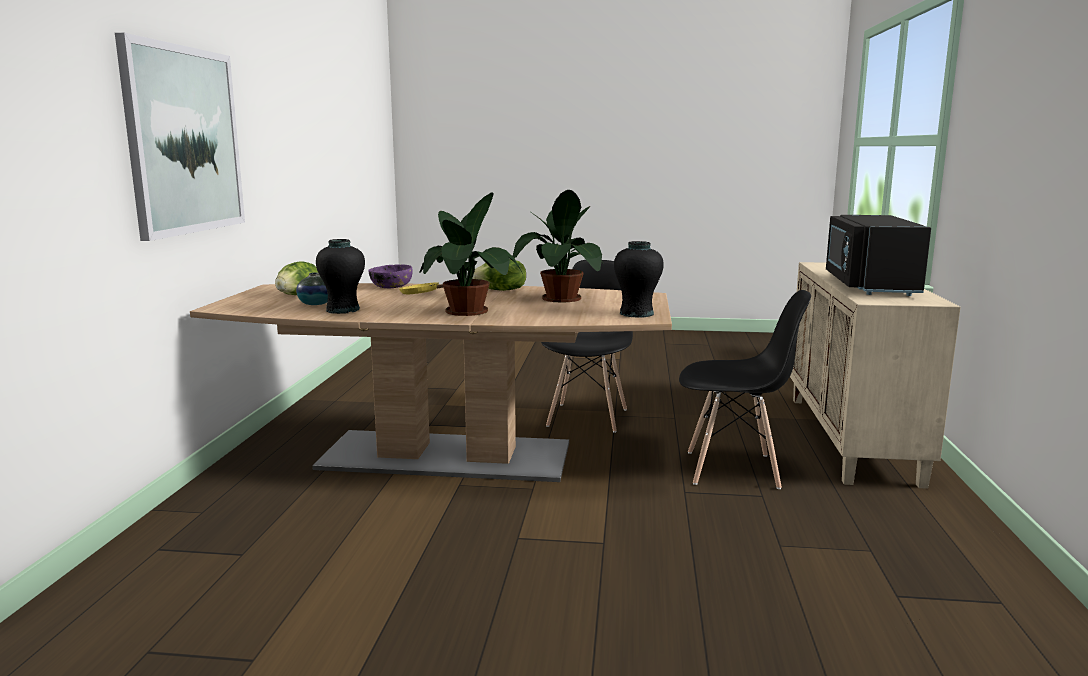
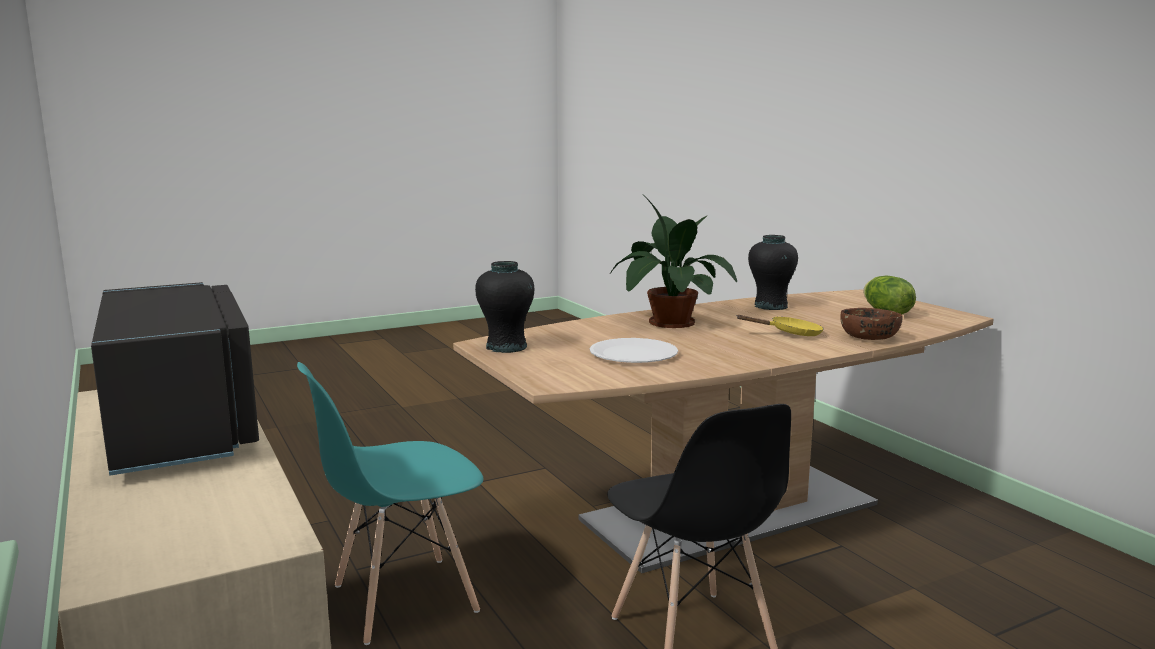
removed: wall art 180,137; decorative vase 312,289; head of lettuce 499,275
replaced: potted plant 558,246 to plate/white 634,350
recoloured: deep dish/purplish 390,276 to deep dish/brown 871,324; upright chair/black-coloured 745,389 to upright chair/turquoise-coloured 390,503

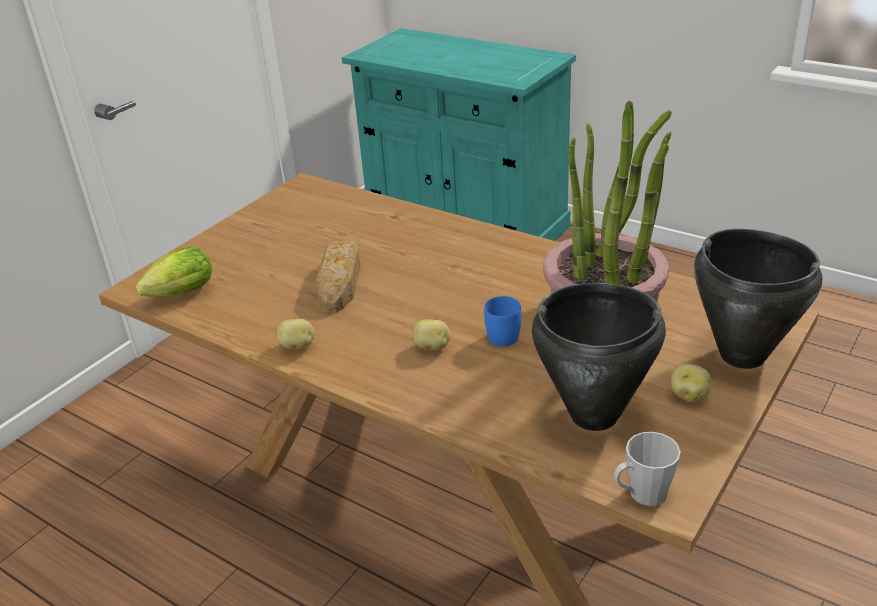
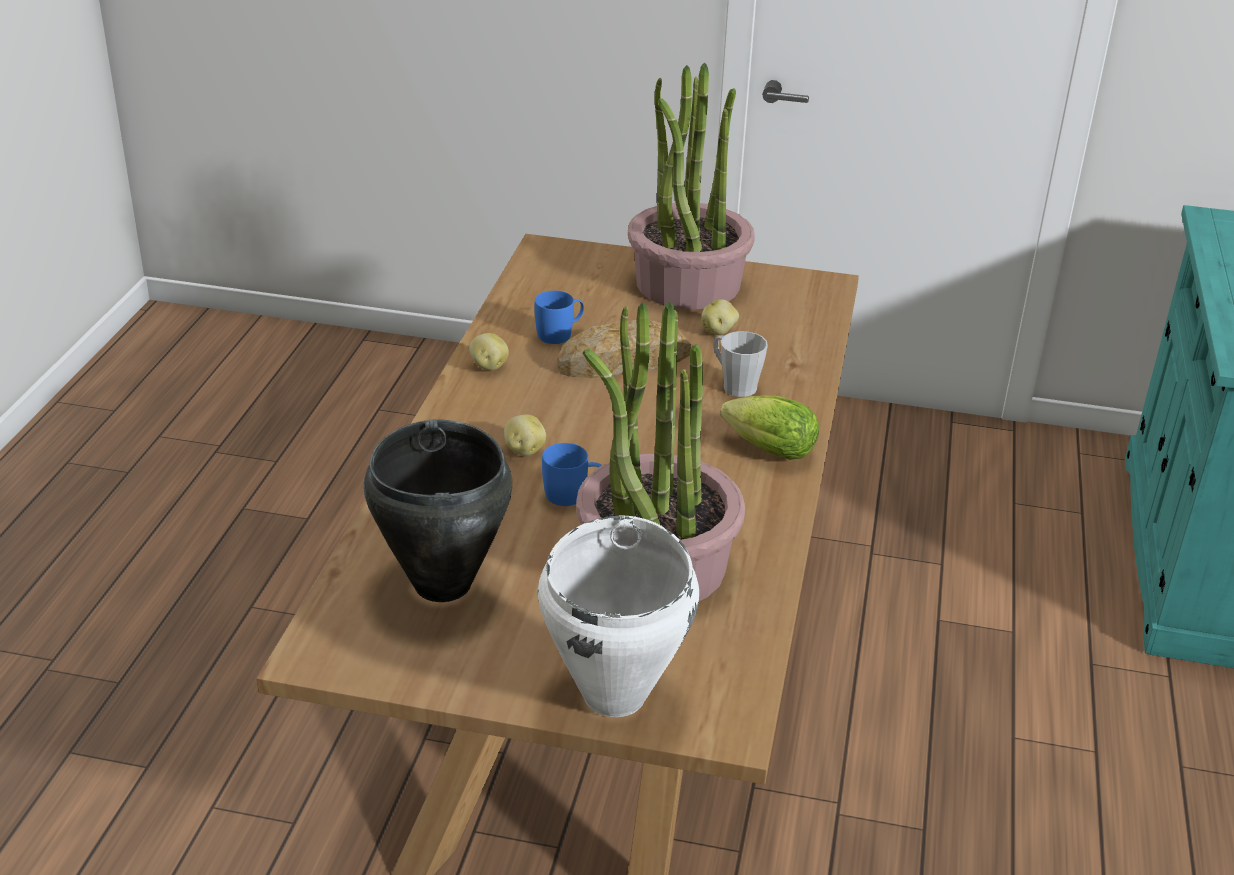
added: coffee mug/blue-coloured 559,317; potted plant 691,186
moved: head of lettuce 174,271 to 769,427; coffee mug/gray 647,469 to 740,364; potato 691,383 to 720,317
recoloured: saucepot/black-coloured 758,299 to saucepot/white 618,616

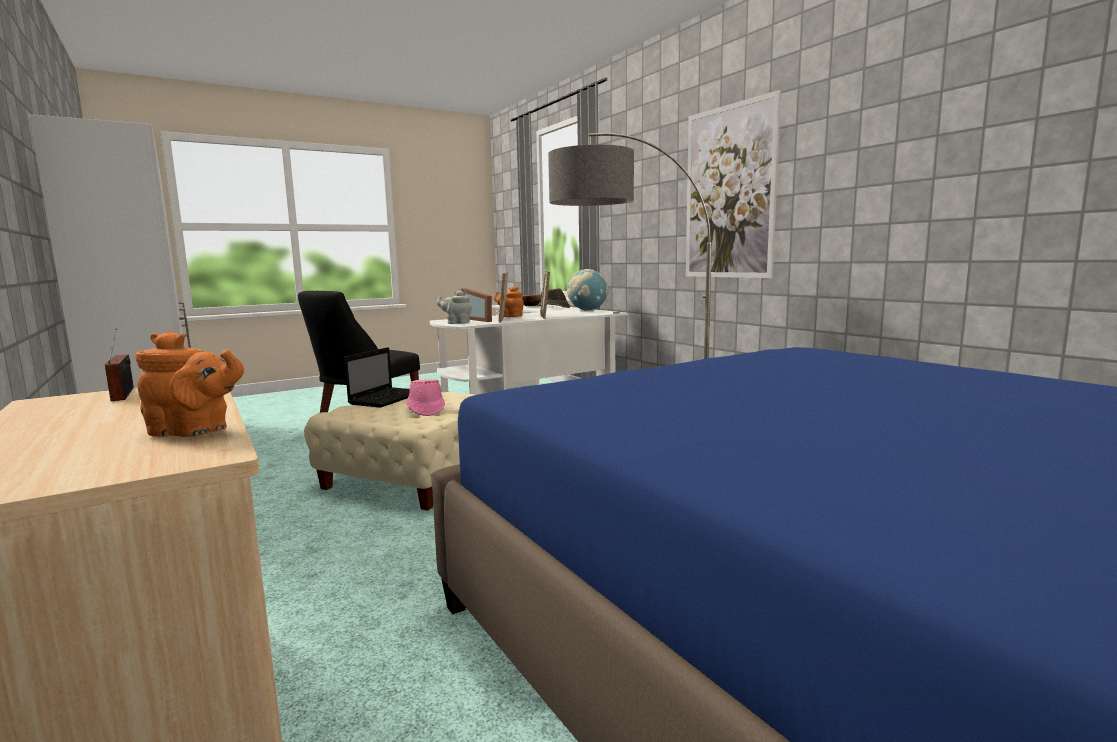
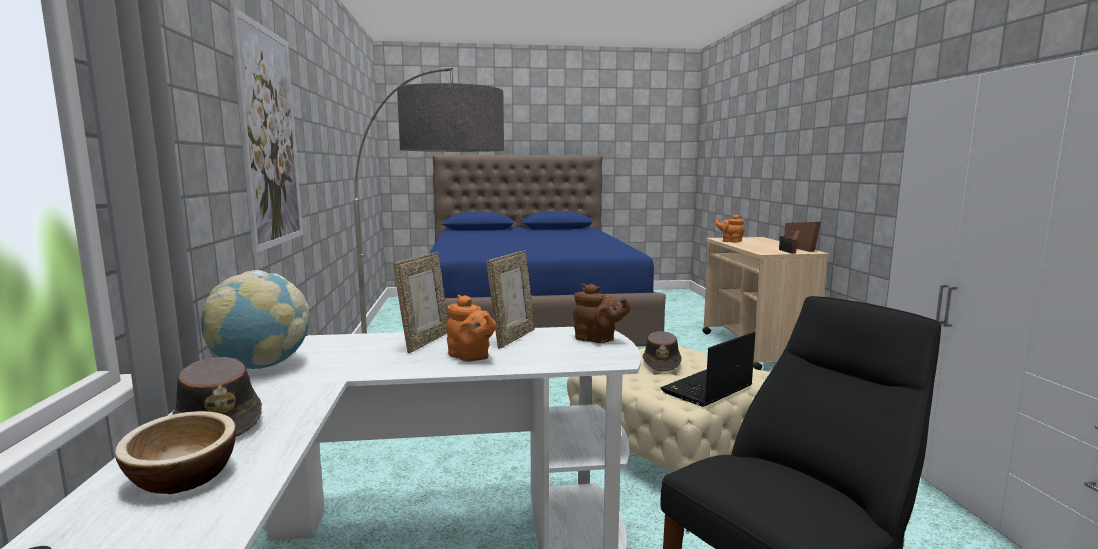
moved: standing frame 476,305 to 803,237
recoloured: wearable hat/pink-coloured 425,397 to wearable hat/brown 662,351; teapot/gray 454,307 to teapot/brown 602,313

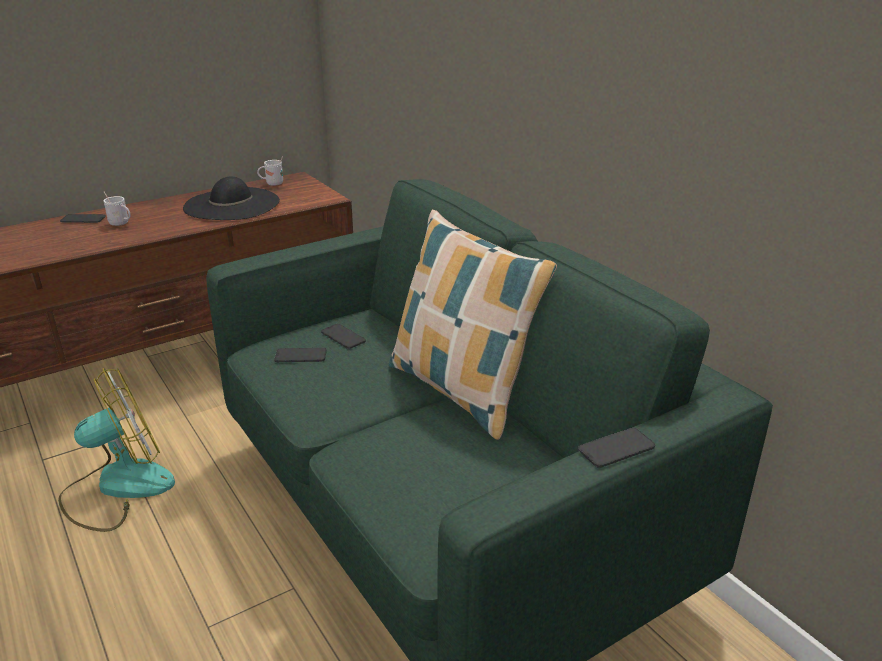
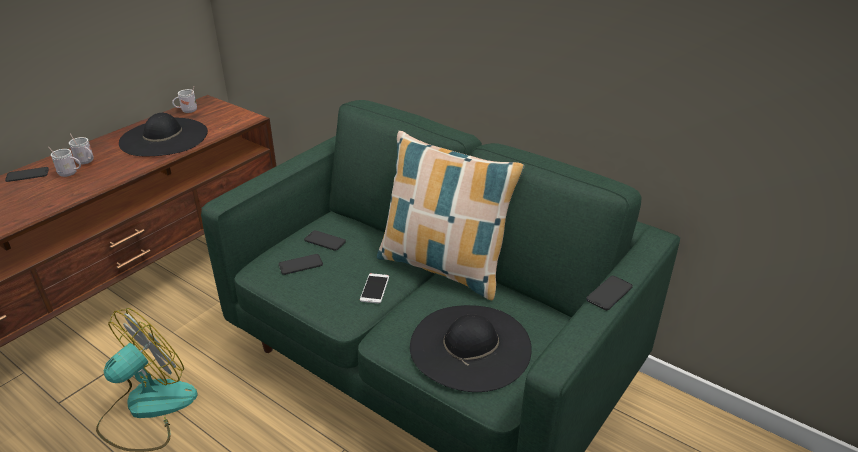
added: coffee mug/white 81,148; handset 374,288; wearable hat/black-coloured 471,348

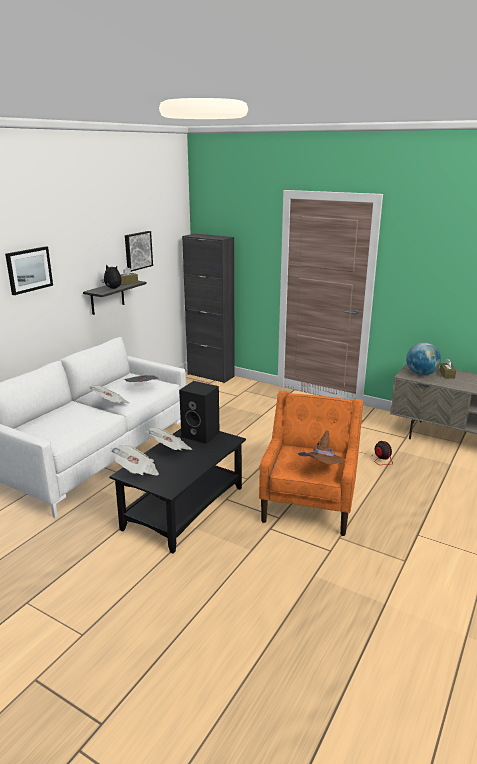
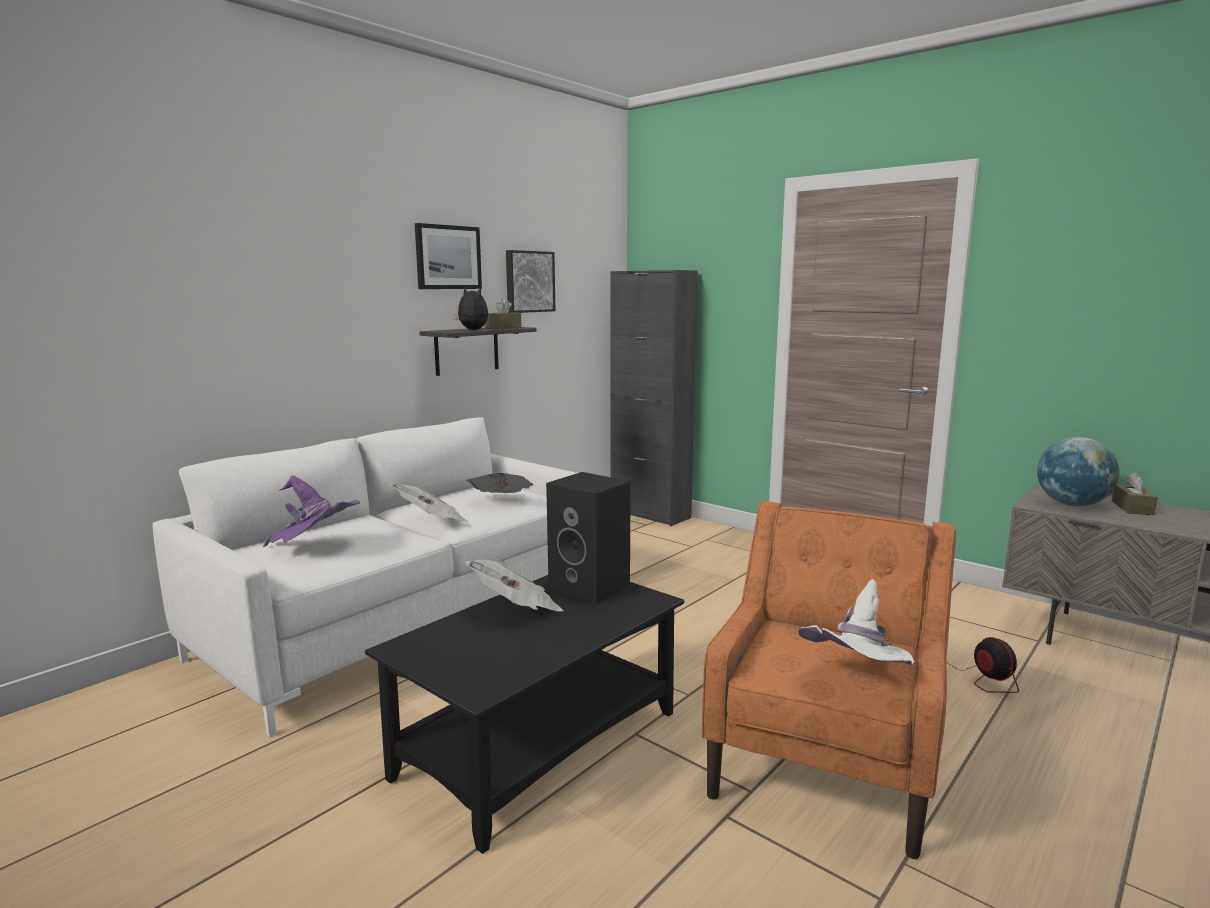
removed: newspaper 134,460
added: wearable hat/purplish 311,511
moved: wall art 29,270 to 448,256
recoloured: wearable hat/brown 320,447 to wearable hat/white 856,622

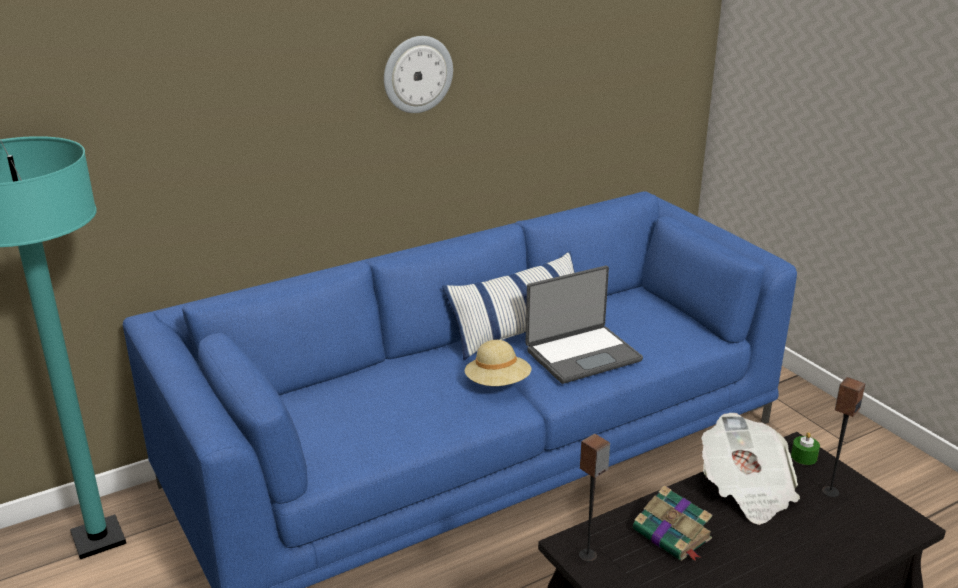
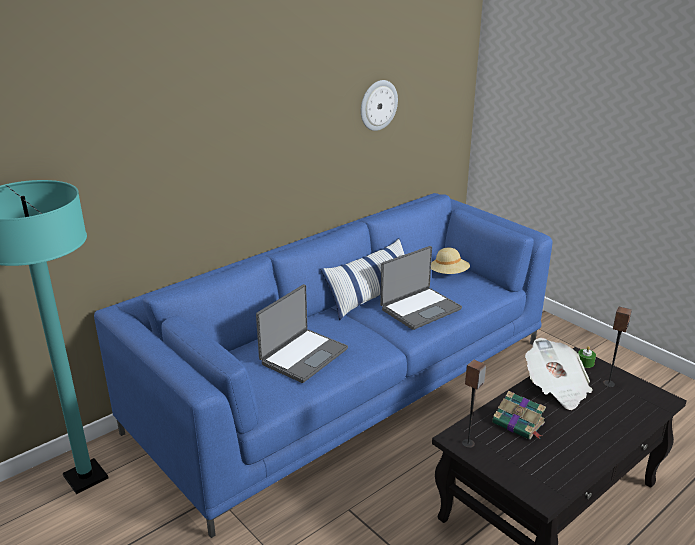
added: laptop 302,333
moved: wall clock 418,74 to 379,105; wearable hat/beige-coloured 498,363 to 450,260

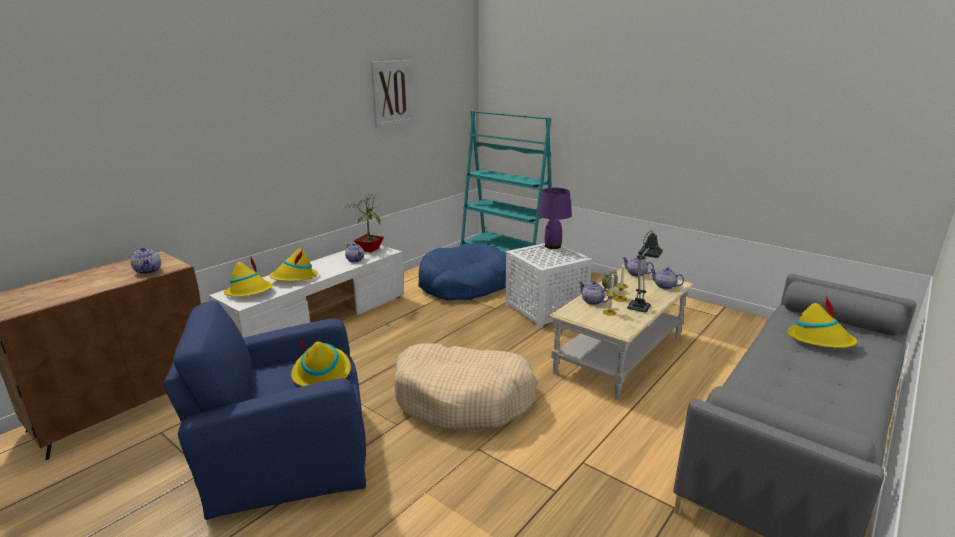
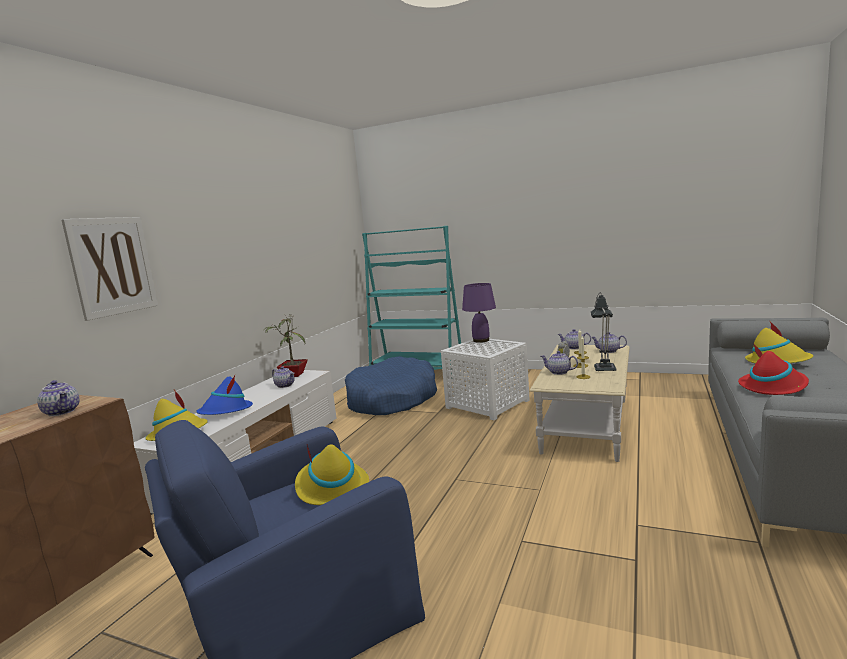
removed: dog bed/beige-coloured 465,386
added: wearable hat/reddish 773,369
moved: wall art 392,94 to 109,269
recoloured: wearable hat/yellowish 293,265 to wearable hat/blue-coloured 224,395

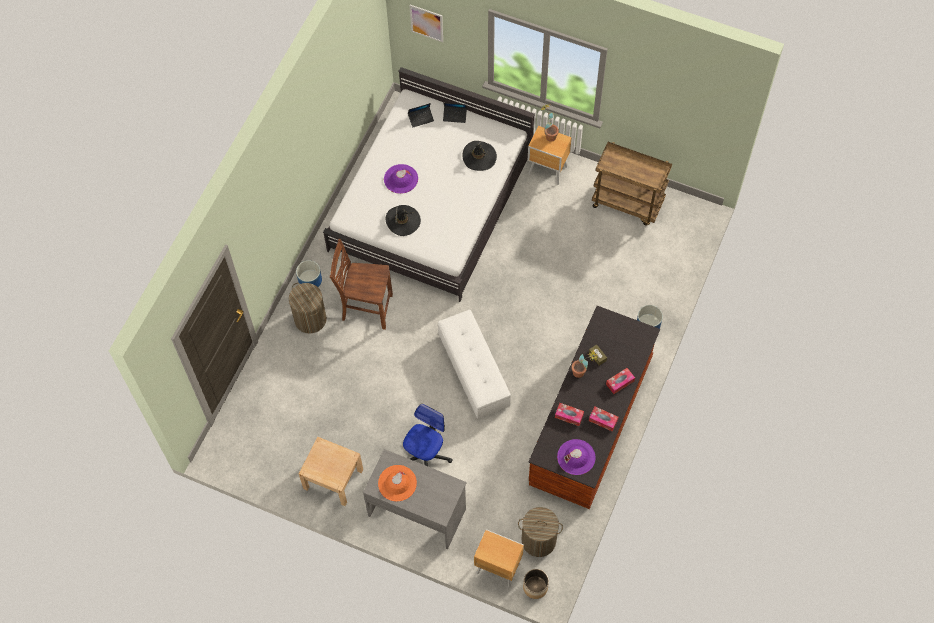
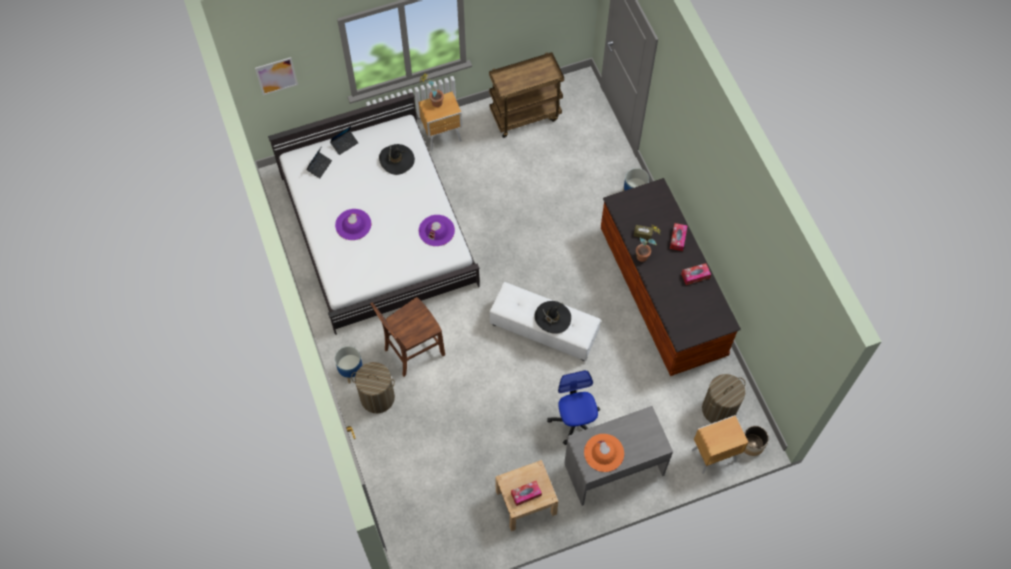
moved: wearable hat/black-coloured 403,220 to 552,317; tissue holder 569,414 to 526,493; wearable hat/purplish 576,457 to 437,230

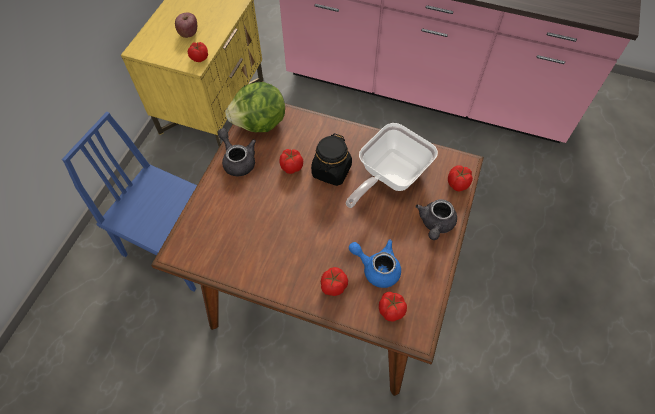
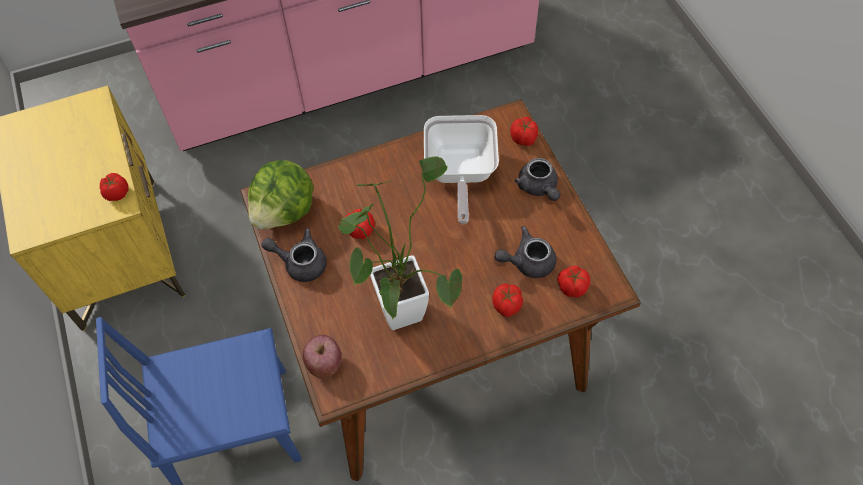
removed: jar/black-coloured 331,159
added: potted plant 400,243
moved: whole apple 186,25 to 322,356
recoloured: teapot/blue-coloured 375,263 to teapot/gray 525,252

